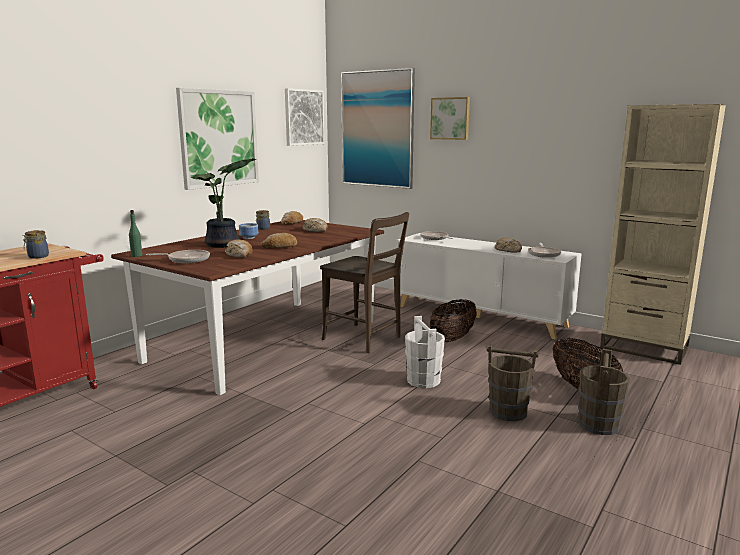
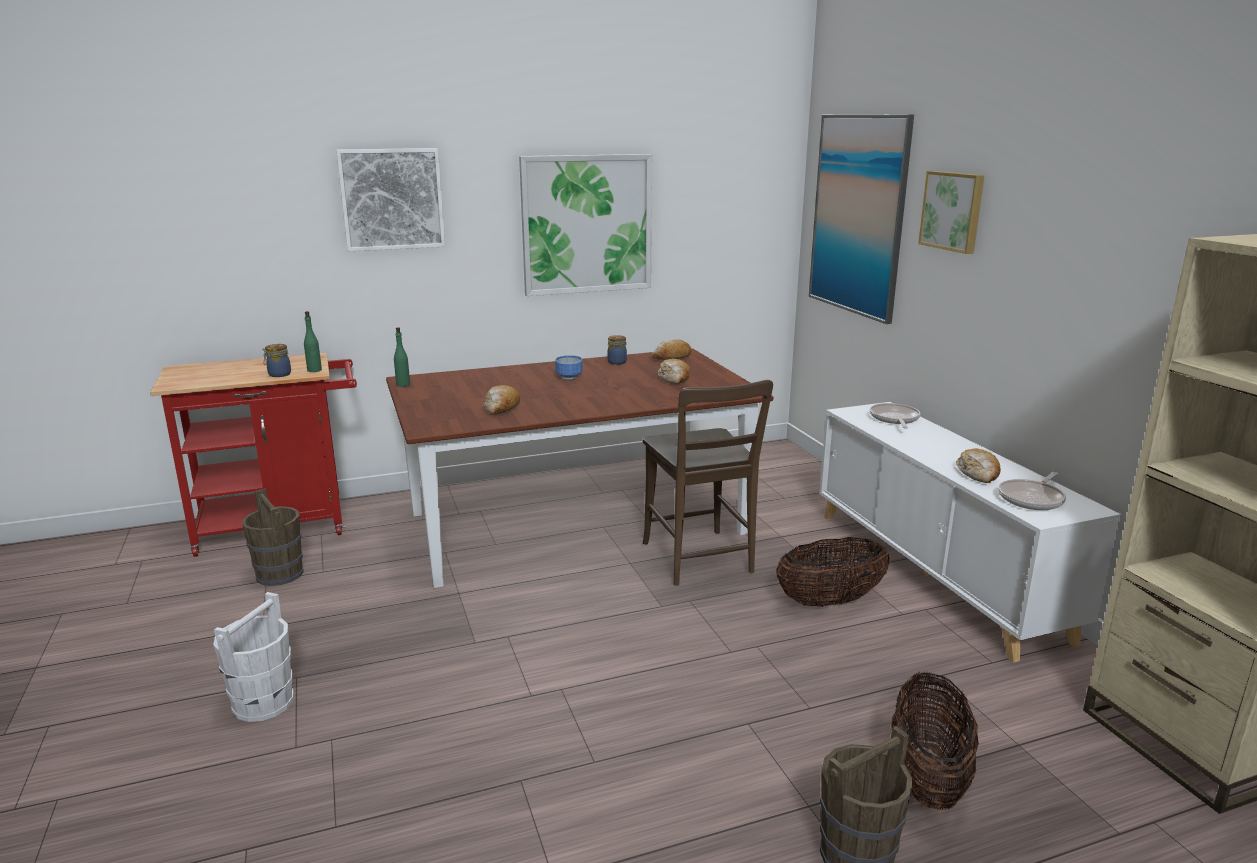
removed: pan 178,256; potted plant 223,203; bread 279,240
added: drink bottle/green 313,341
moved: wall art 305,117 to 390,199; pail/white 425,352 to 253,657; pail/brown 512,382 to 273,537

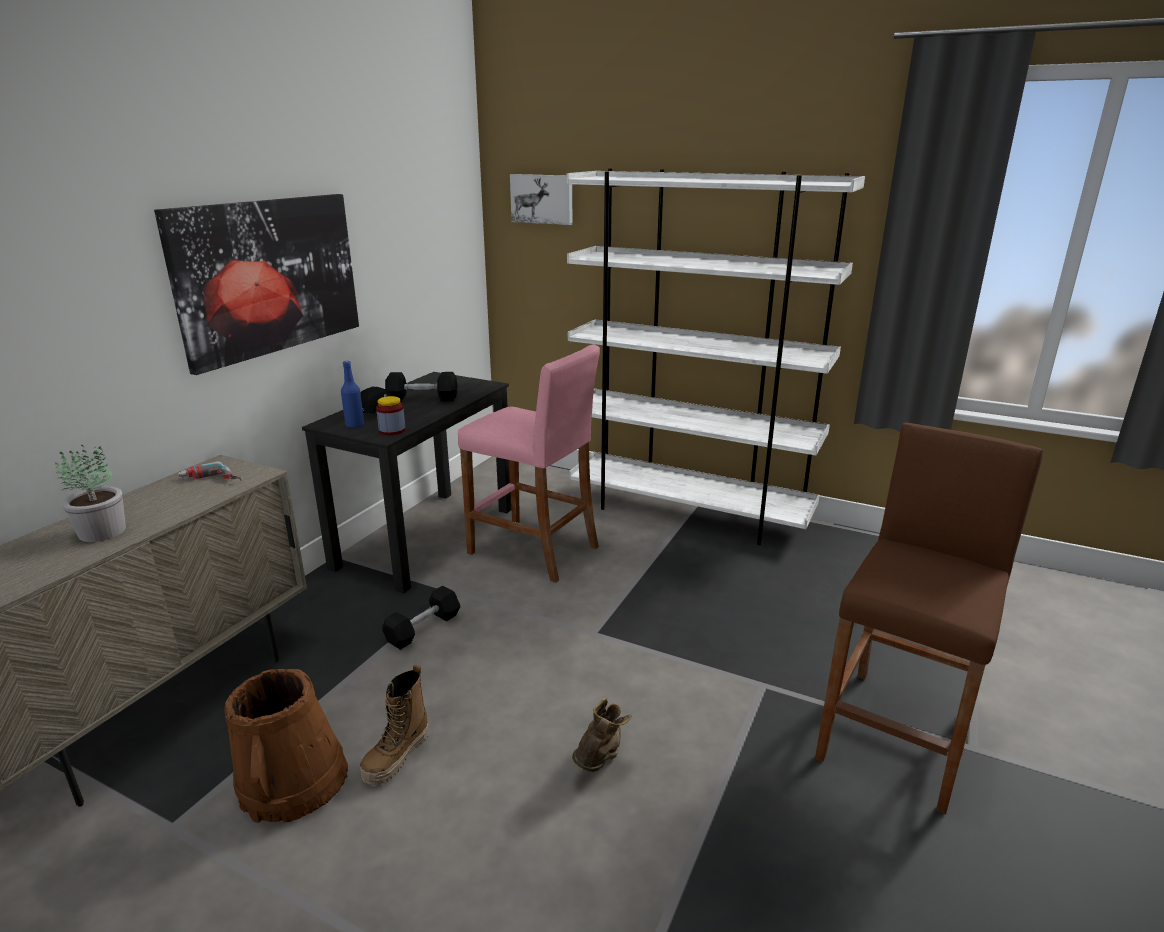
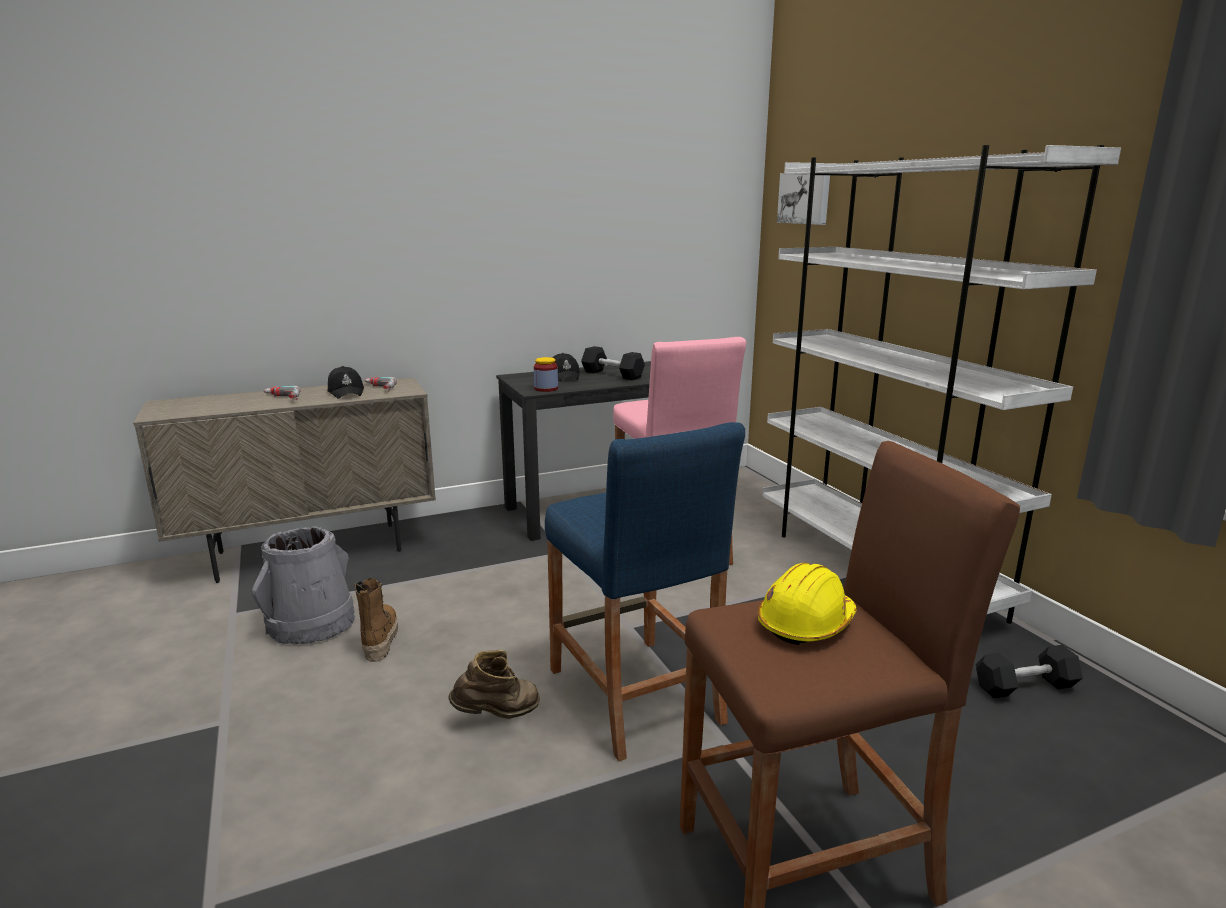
removed: wall art 256,284; drink bottle/blue-coloured 352,394
added: baseball cap/black-coloured 346,382; stool/blue-coloured 645,592; safety helmet/yellowish 807,604
moved: free weight/black-coloured 421,618 to 1029,671
replaced: potted plant 90,492 to power drill 282,393
recoloured: pail/brown 286,746 to pail/gray 303,585
turned: tall boot 394,725 = 376,620 105 degrees clockwise

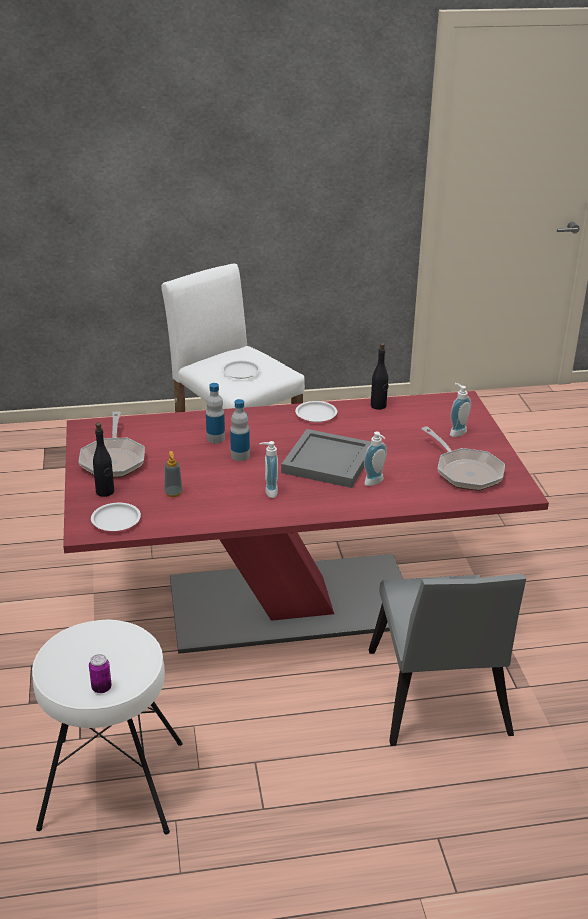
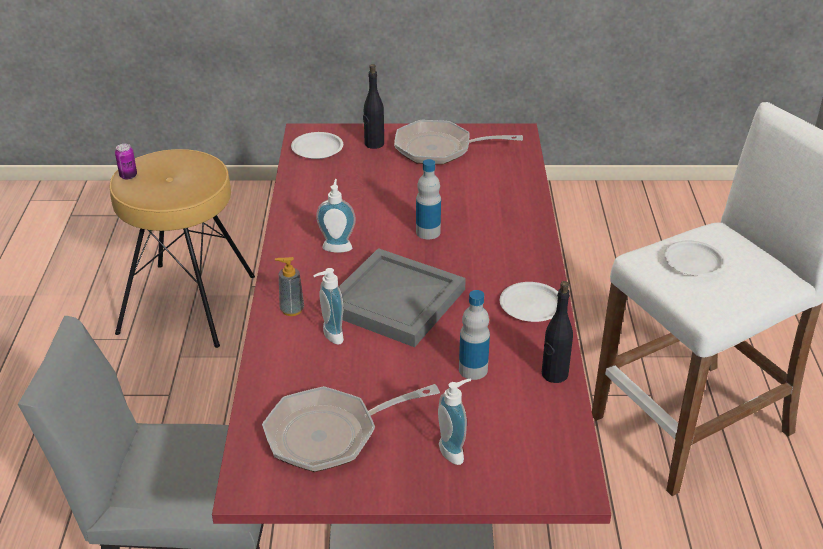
moved: soap bottle 173,474 to 289,286; drink bottle 215,413 to 474,335
recoloured: stool/white 107,726 to stool/brown 182,248

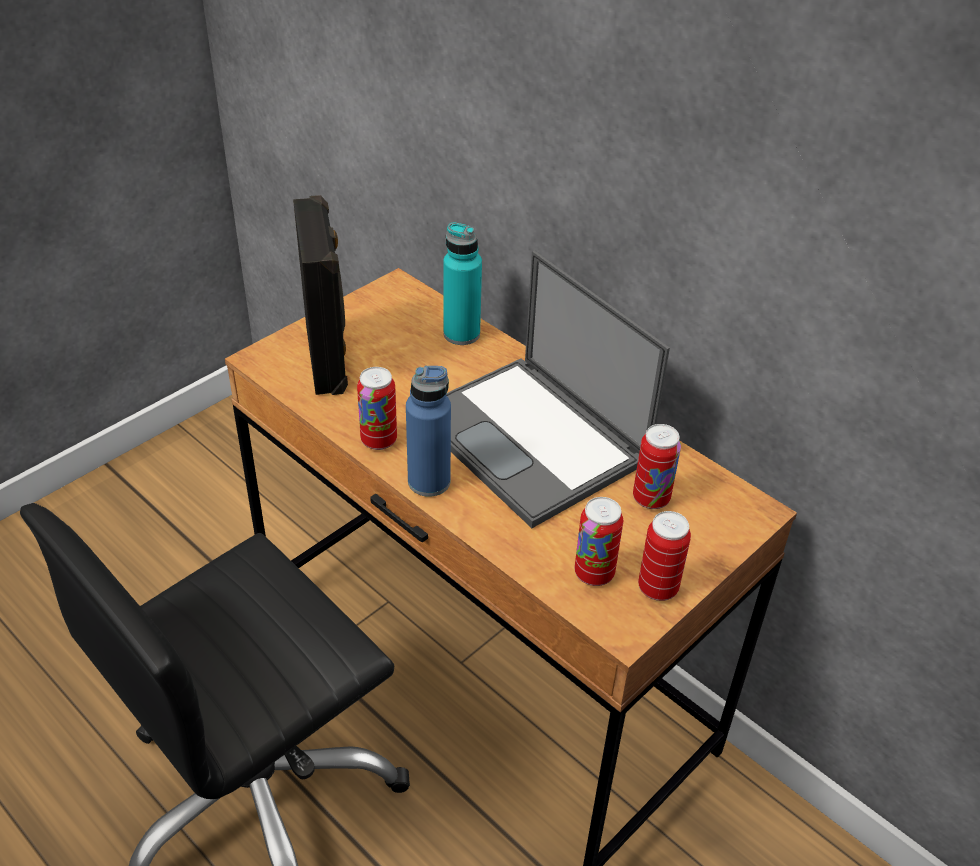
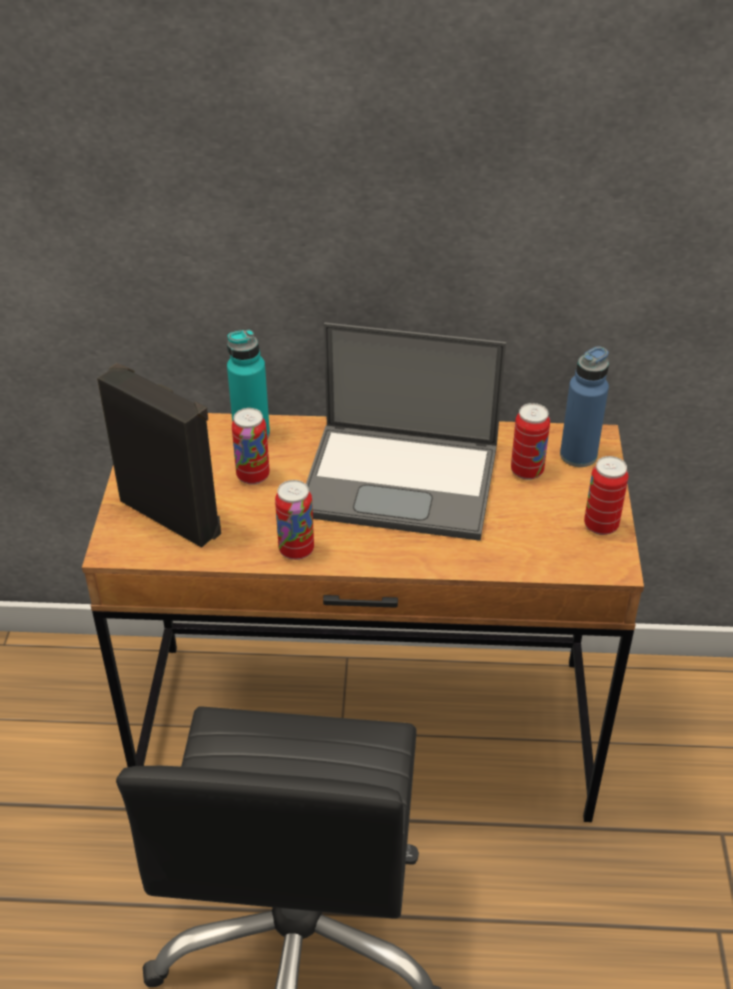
moved: drink bottle/blue-coloured 428,431 to 584,406; can 599,541 to 251,446

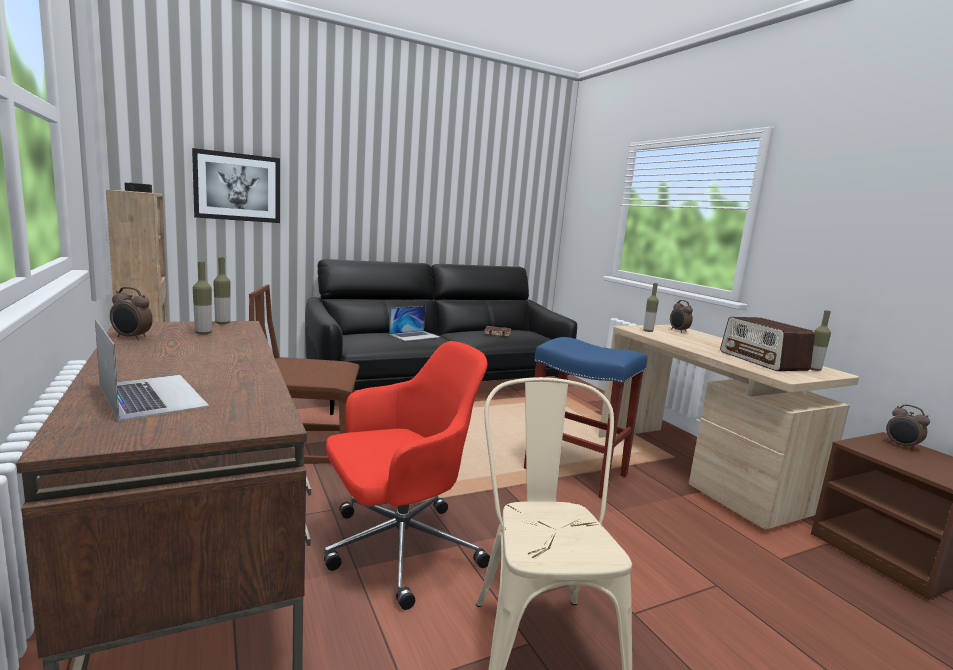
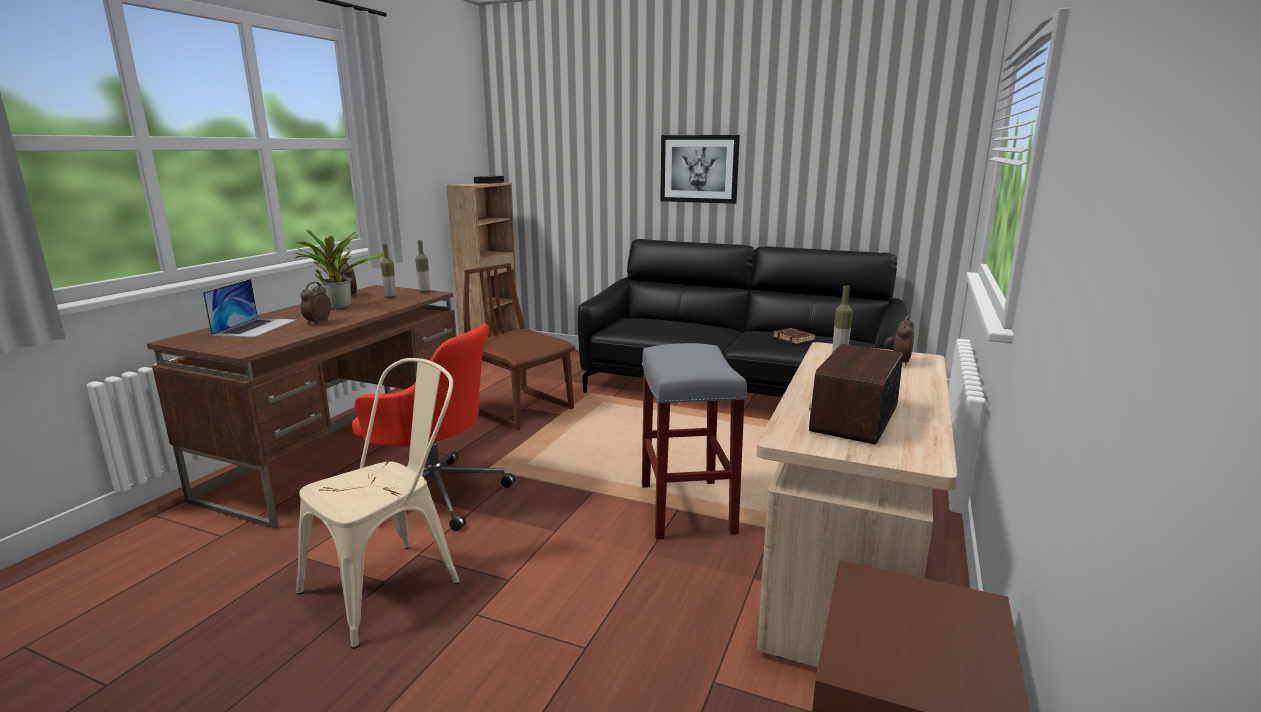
removed: laptop 414,323; drink bottle 820,340
added: potted plant 339,269
moved: wall art 236,185 to 700,169; table clock 908,427 to 315,303
recoloured: stool/blue-coloured 585,418 to stool/gray 694,441

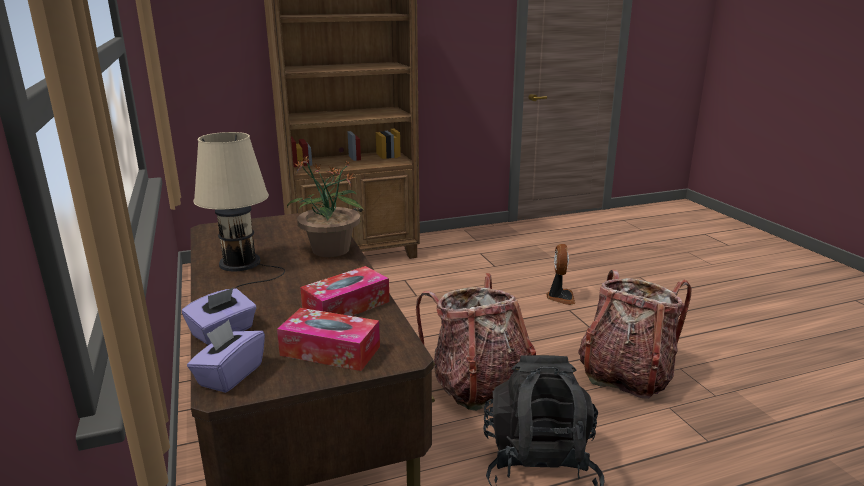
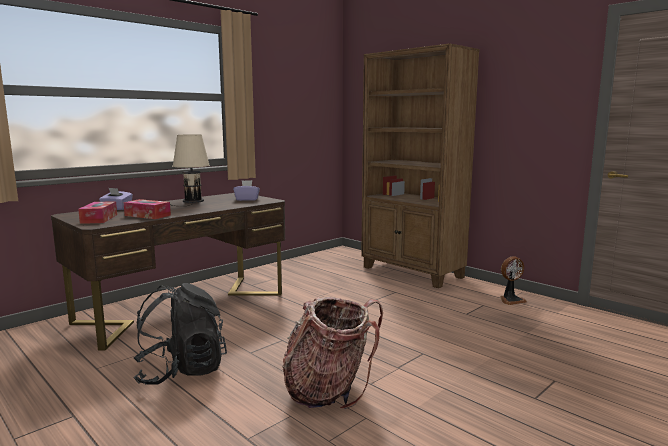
removed: potted plant 325,206; knapsack 476,342
moved: tissue holder/purplish 226,356 to 246,190; cooling fan 560,274 to 513,281

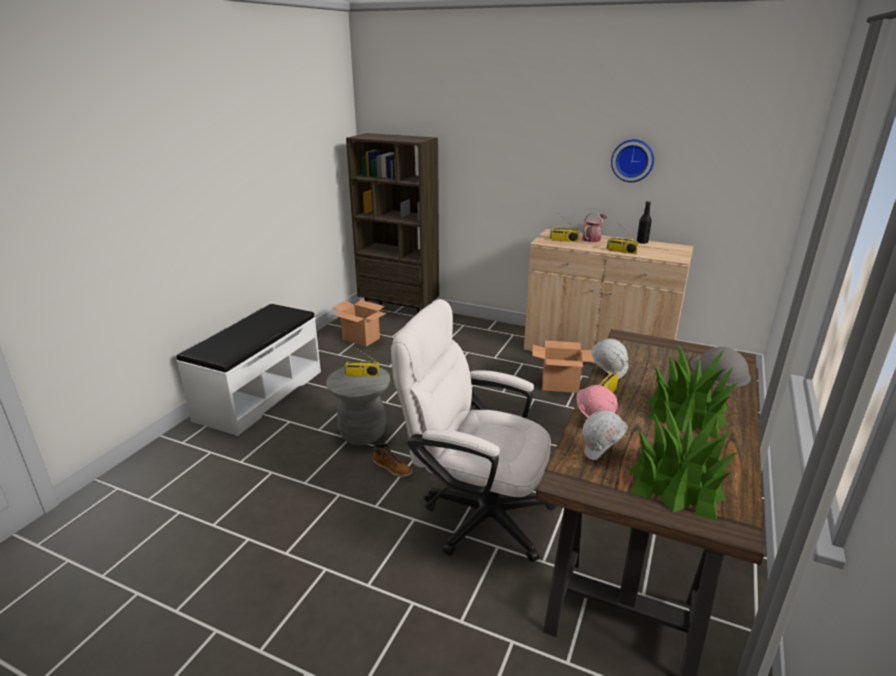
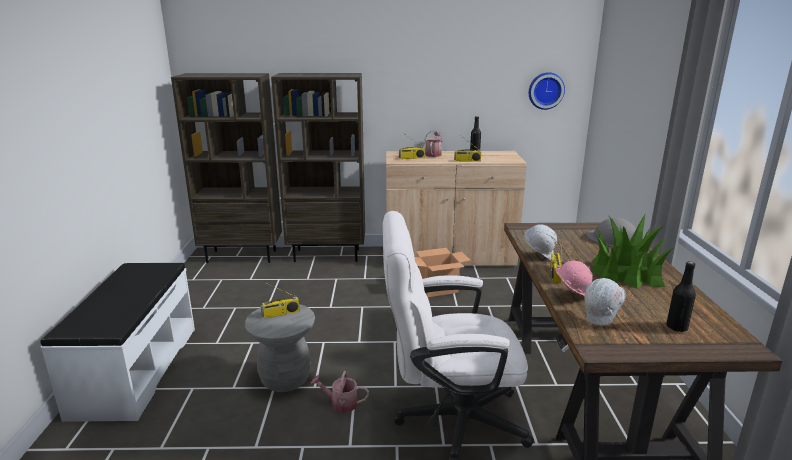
removed: cardboard box 359,323
added: shelving unit/brown 318,167
moved: wall clock 632,160 to 547,91
replaced: tall boot 392,460 to watering pot 340,392; potted plant 684,461 to drink bottle/black-coloured 681,296

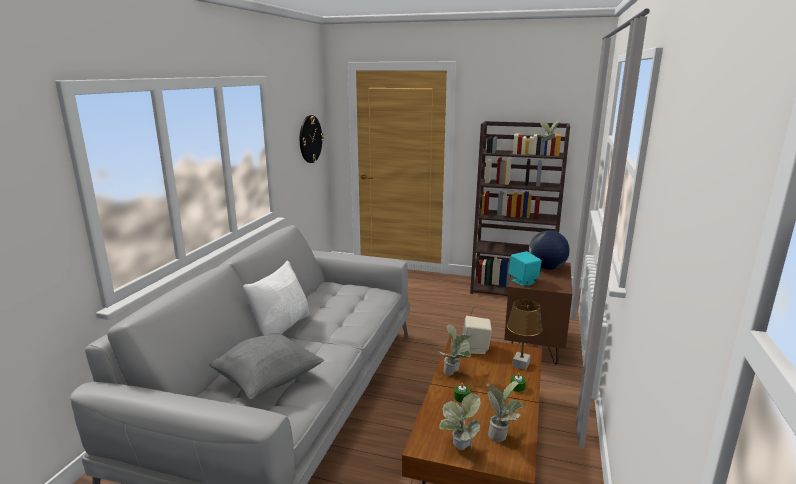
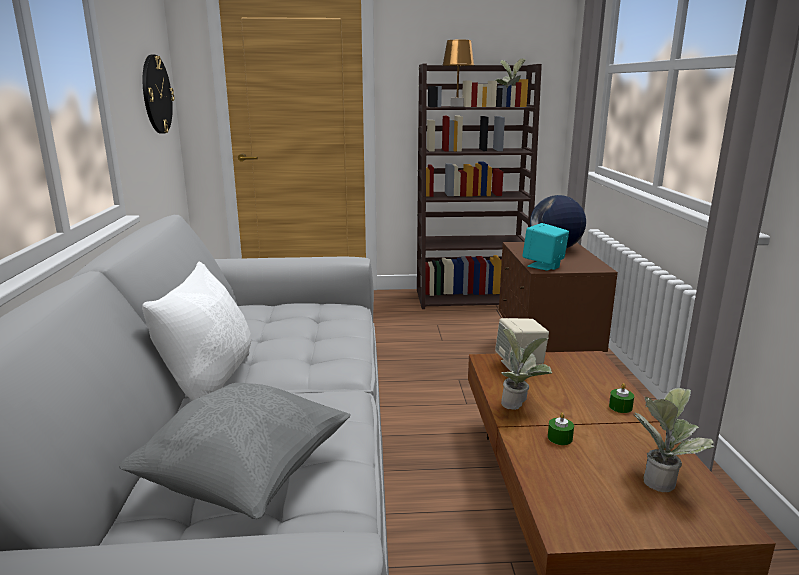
removed: potted plant 460,422
moved: tabletop lamp/brown 524,335 to 458,73

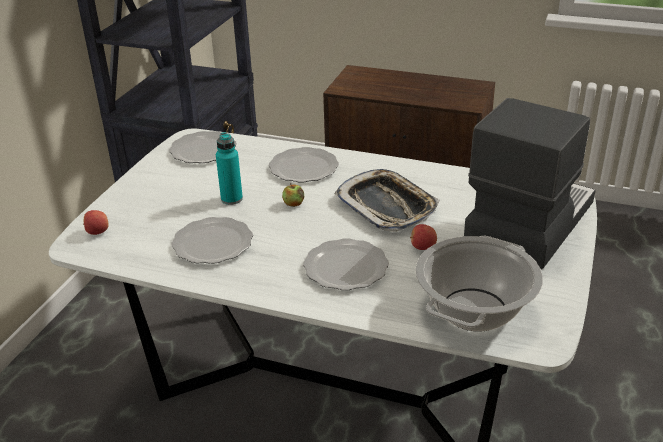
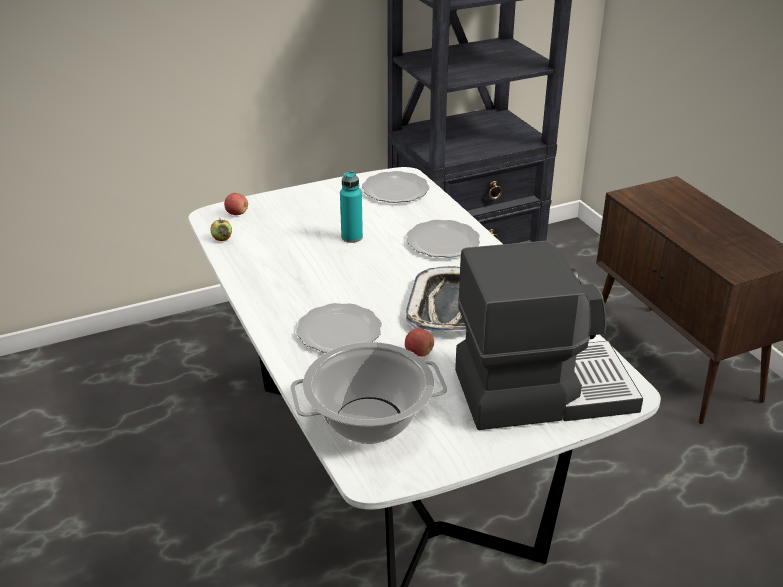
removed: plate 212,240
moved: whole apple 293,195 to 221,230

